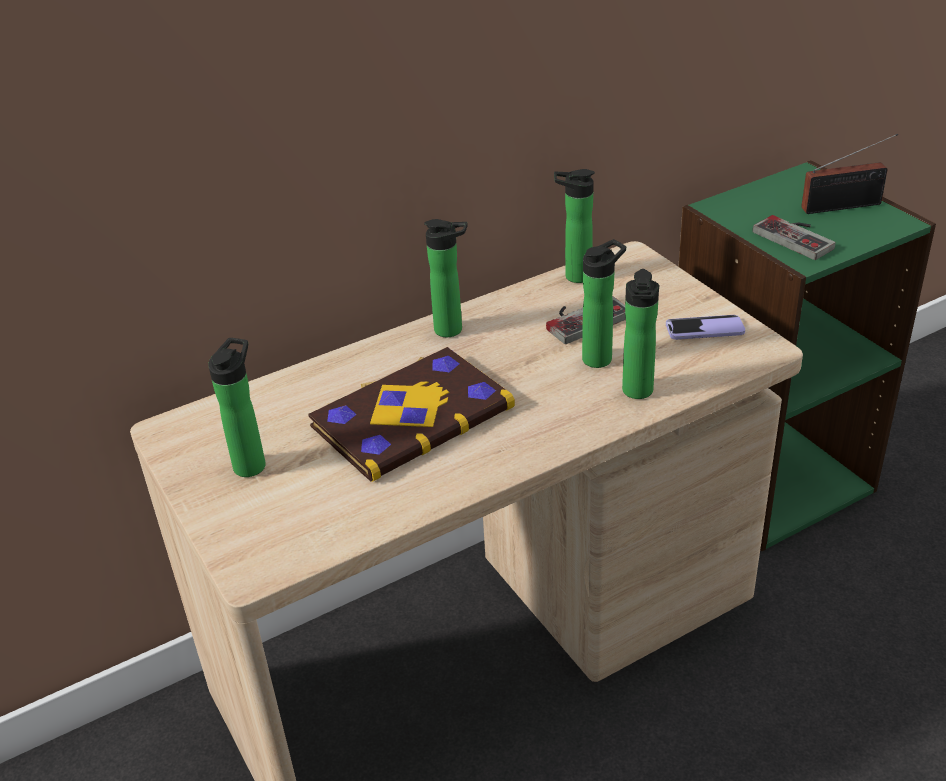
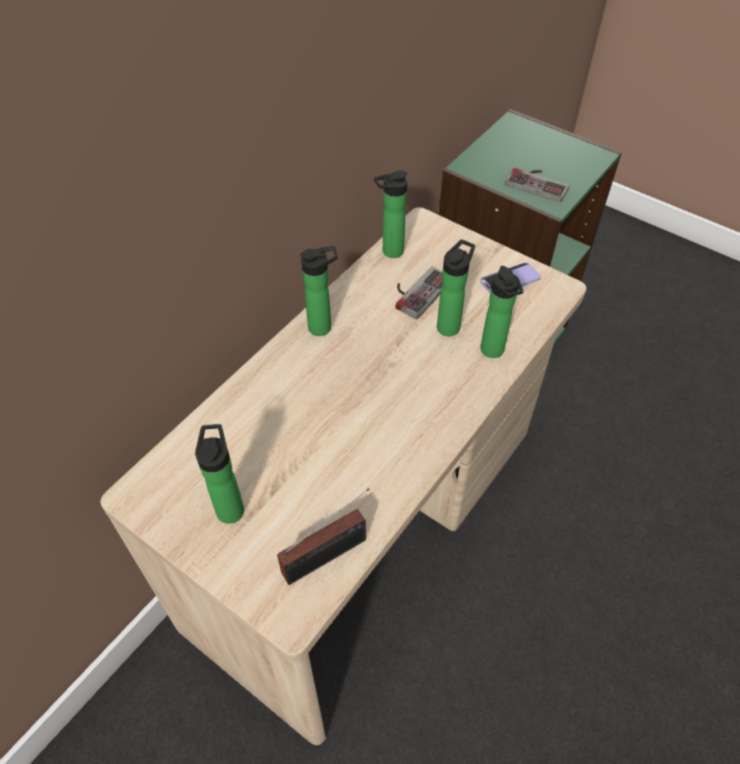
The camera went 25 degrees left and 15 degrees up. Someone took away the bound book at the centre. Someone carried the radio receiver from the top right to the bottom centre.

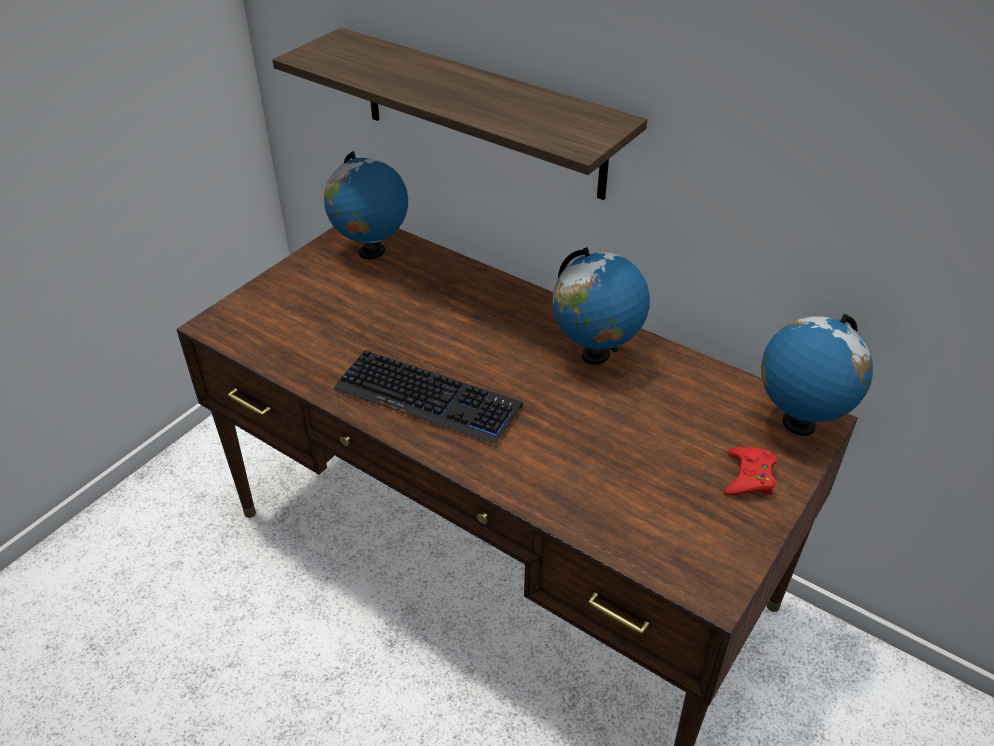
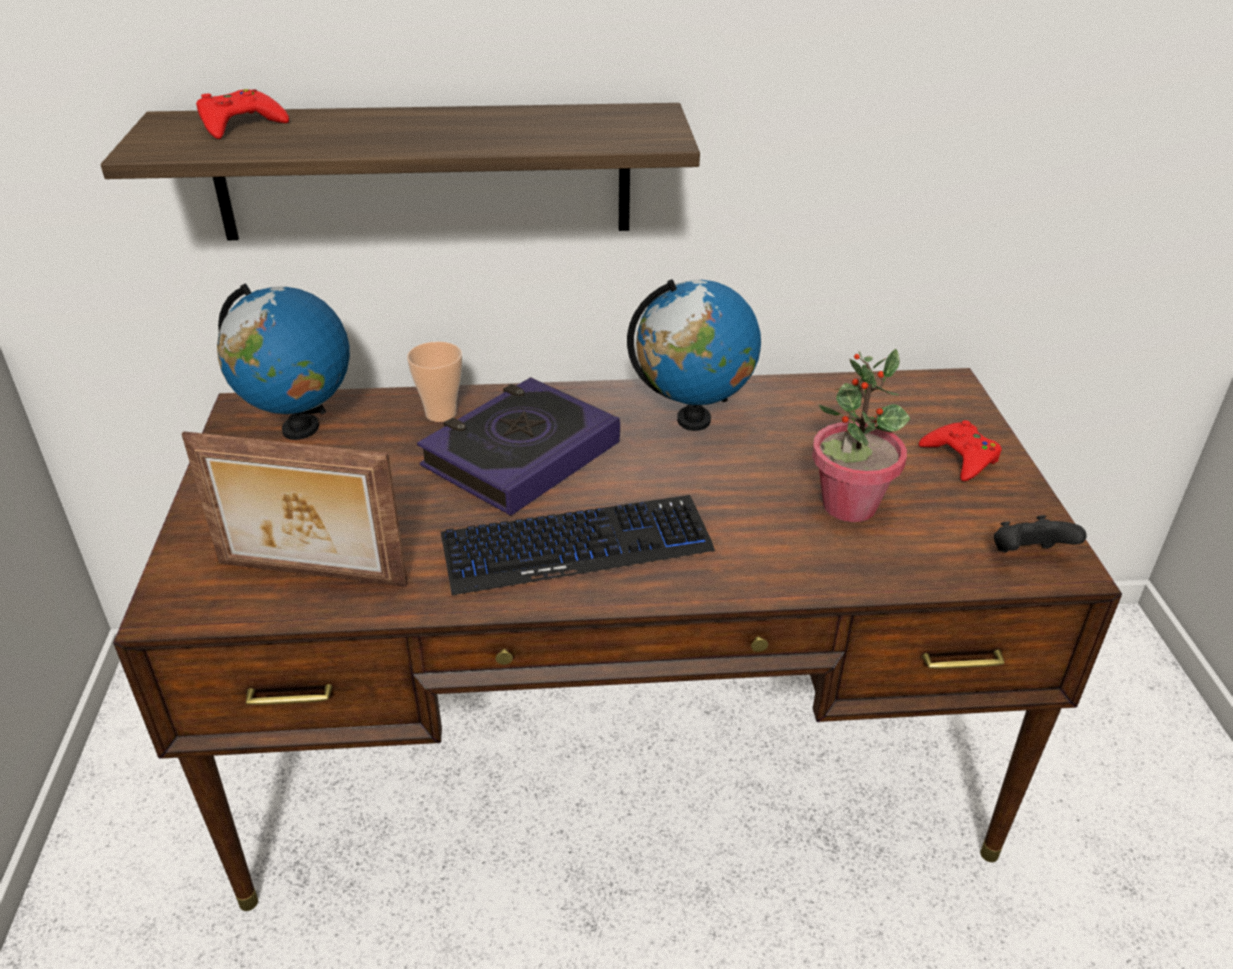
The camera went 40 degrees left and 5 degrees down. Someone took away the desk globe (3rd from left) at the middle right. Someone put down the standing frame at the middle left. Someone put down the red-coloured game controller (1st from left) at the top left. Someone put down the small cup at the centre. Someone put down the bound book at the centre. Someone put down the plant in a pot at the middle right. Someone put down the blackish game controller at the middle right.

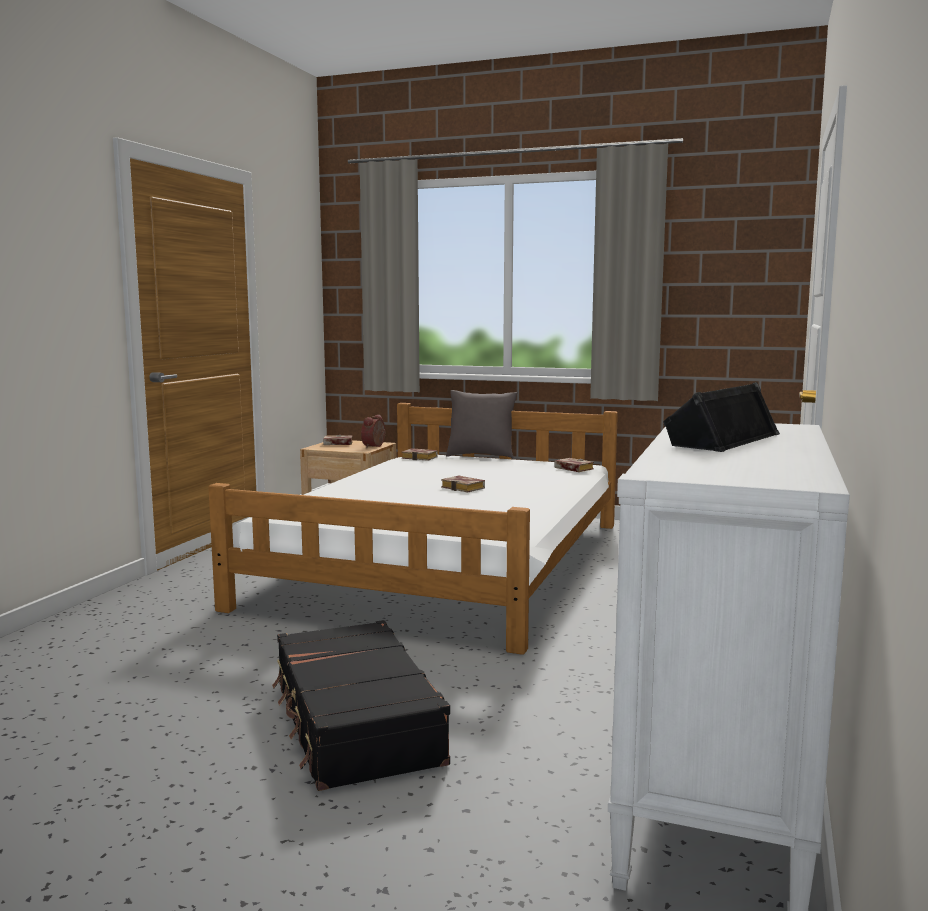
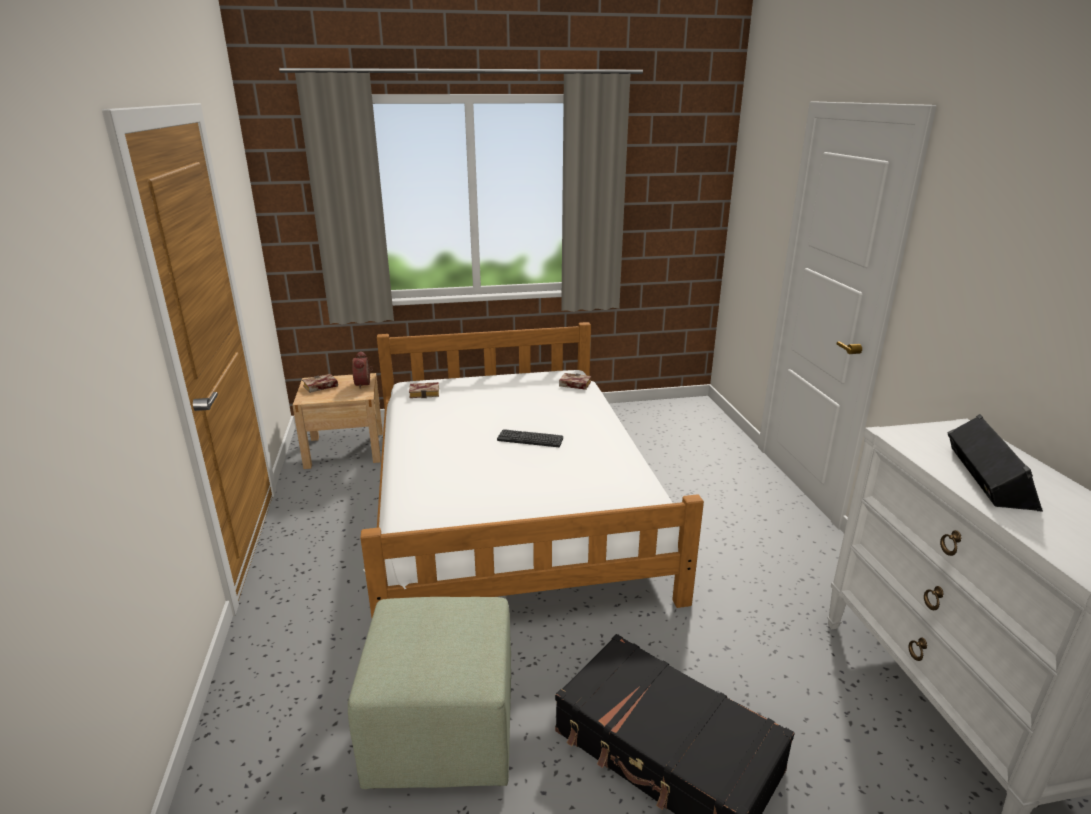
The camera went 30 degrees left and 15 degrees up. Someone took away the greyish pillow at the centre. Someone put down the green-coloured ottoman at the bottom centre. Someone swapped the bound book (3rd from left) at the centre for the PC keyboard at the centre.

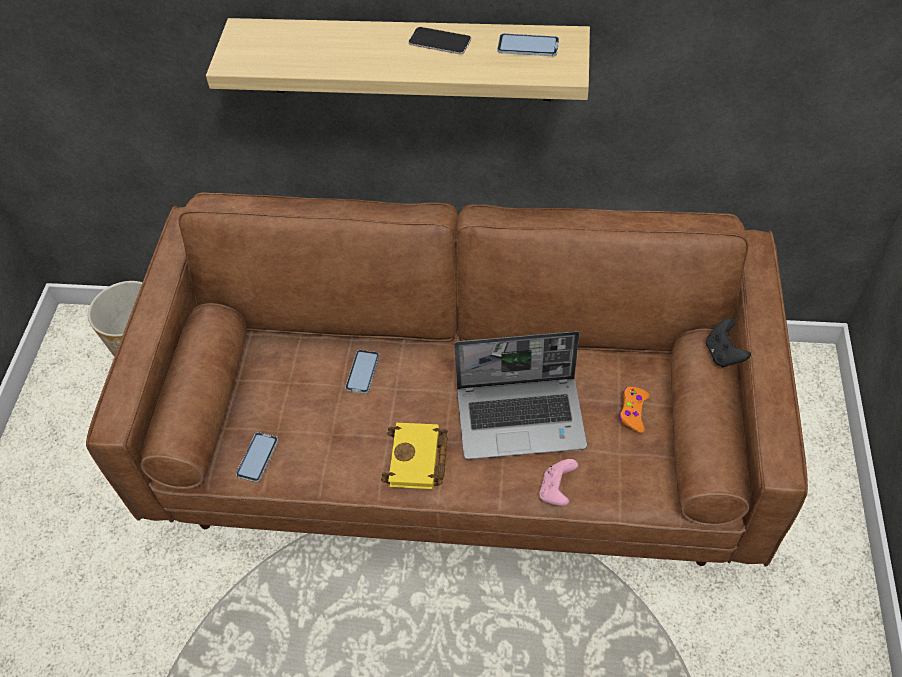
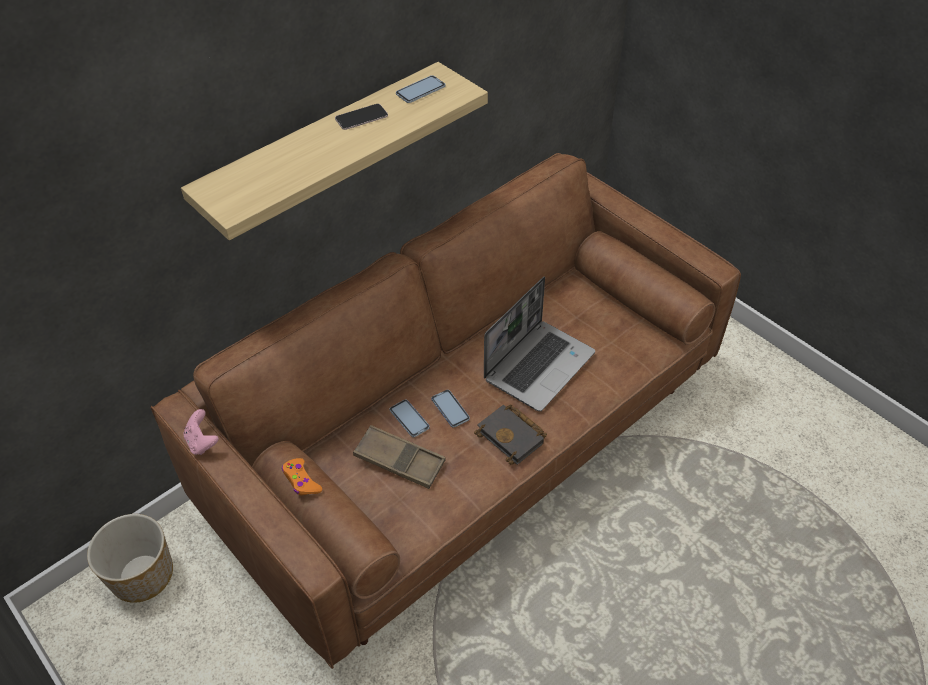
The camera went 50 degrees left and 5 degrees down. Someone took away the blackish game controller at the middle right. Someone put down the brownish tray at the bottom centre. Someone carried the handset (1st from left in the first image) from the bottom left to the centre. Someone carried the pink game controller from the bottom centre to the middle left. Someone carried the orange-coloured game controller from the middle right to the bottom left. Someone repainted the yellow-coloured bound book at the bottom centre, which became the blackish bound book at the centre.

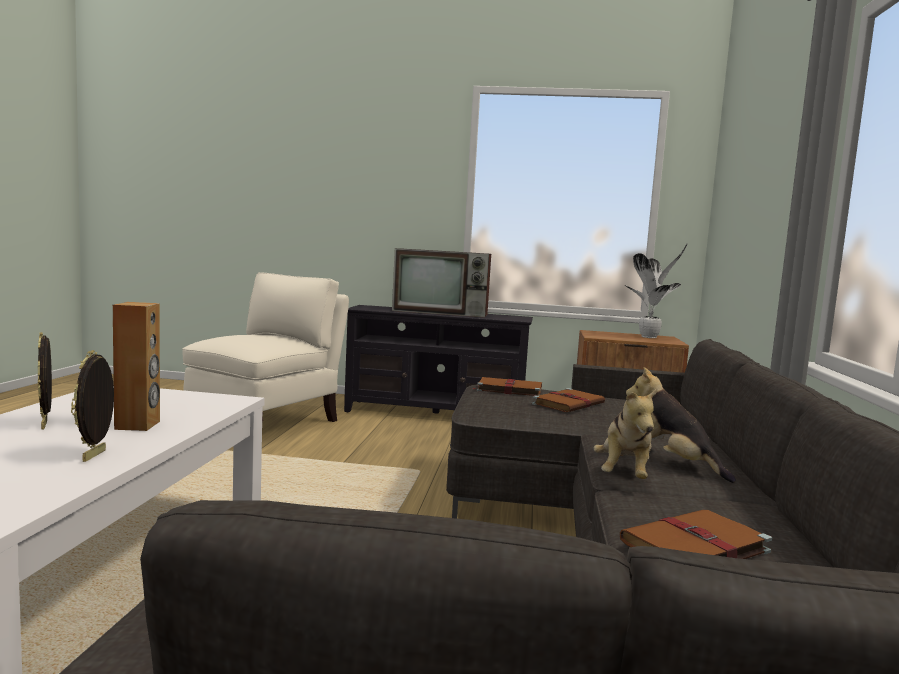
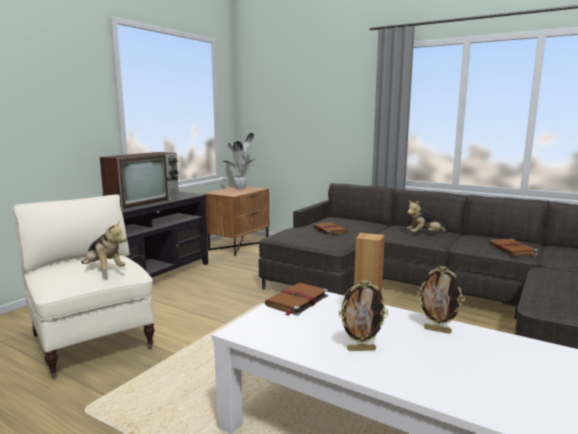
The camera went 65 degrees left and 5 degrees up. Someone carried the brownish bound book (1st from left) from the centre to the bottom centre. Someone carried the cuddly toy (1st from left) from the middle right to the middle left.

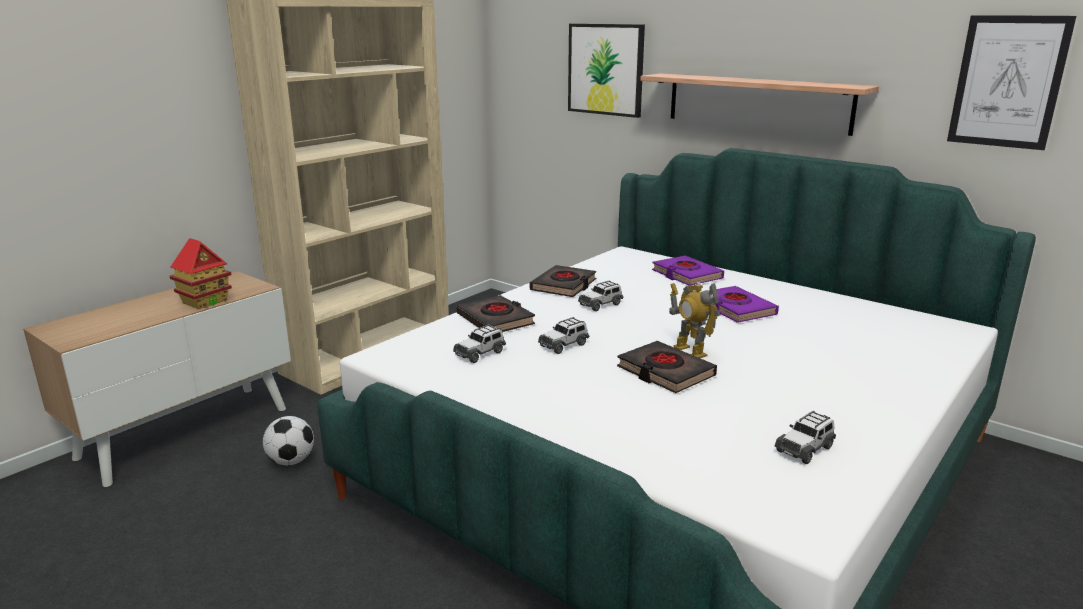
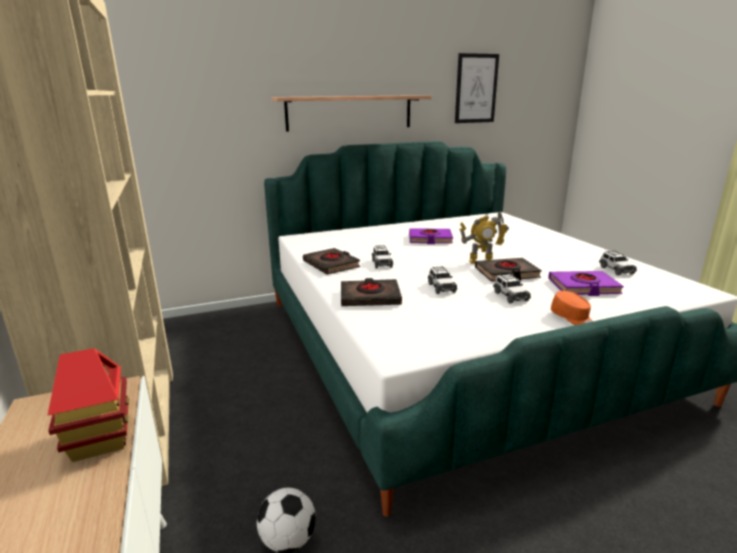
The camera went 60 degrees left and 0 degrees up. Someone took away the wall art (1st from left) at the top centre. Someone put down the orange-coloured peaked cap at the middle right. Someone carried the miniature car (1st from left in the first image) from the centre to the middle right. Someone carried the purple bound book (1st from left in the first image) from the centre to the middle right.

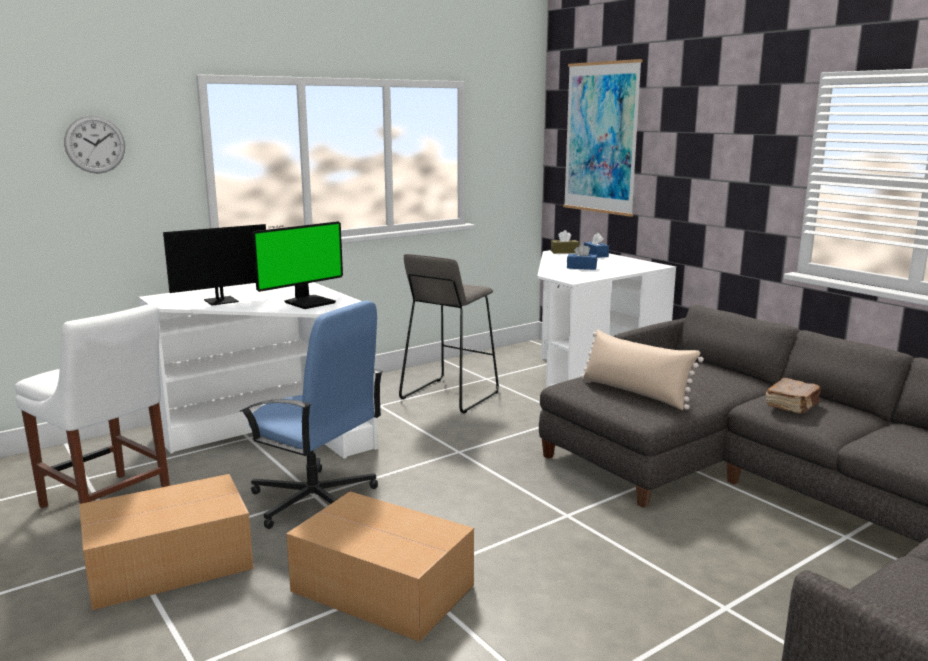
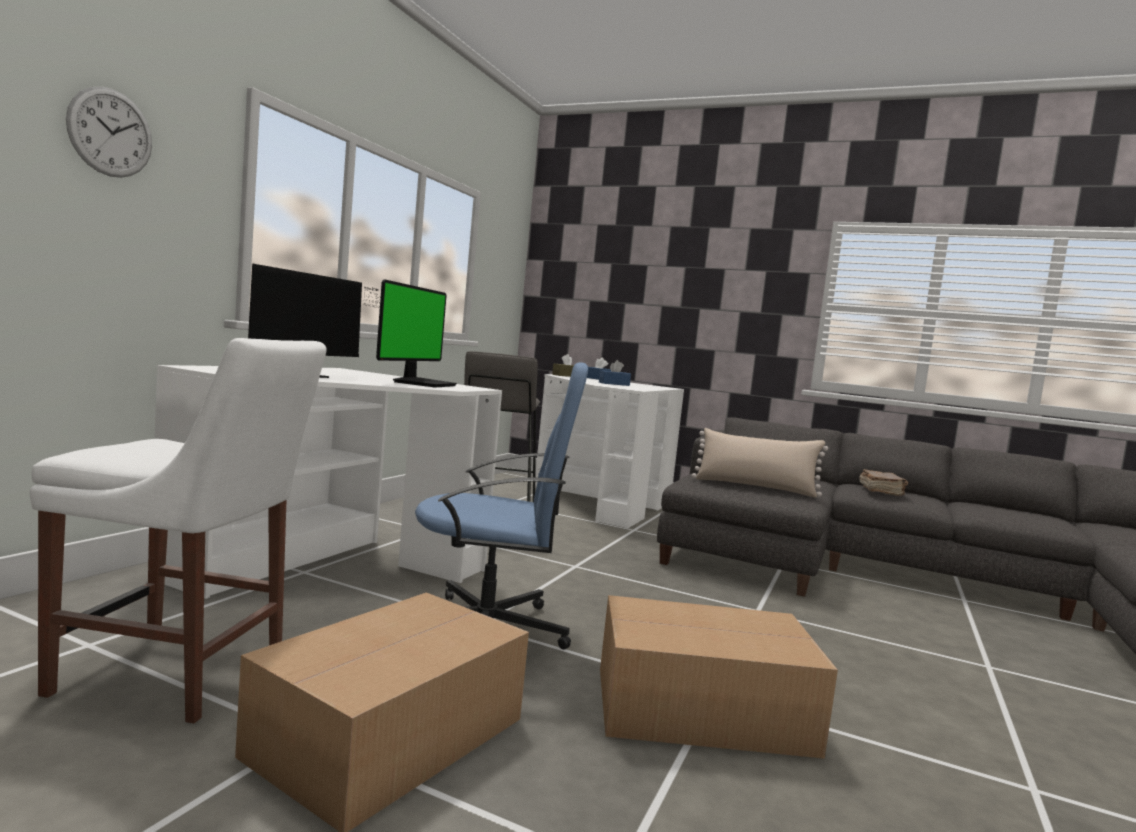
The camera went 30 degrees left and 10 degrees down. Someone took away the wall art at the top centre.

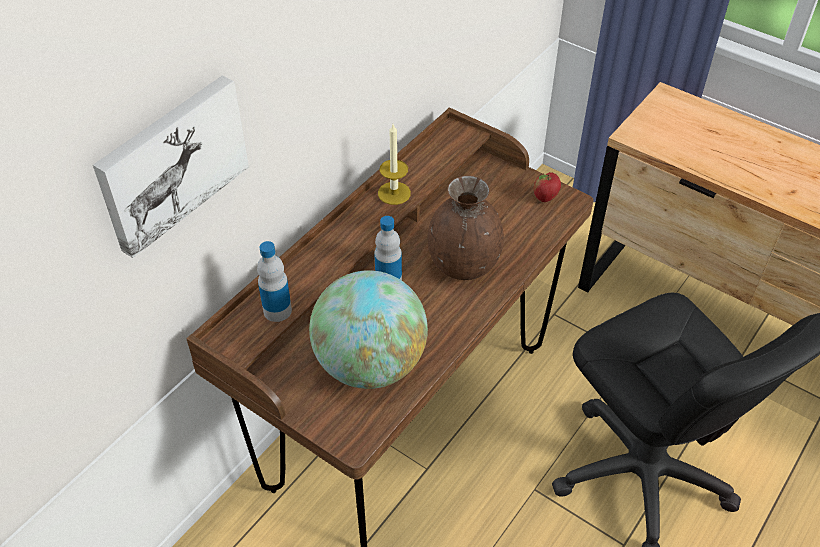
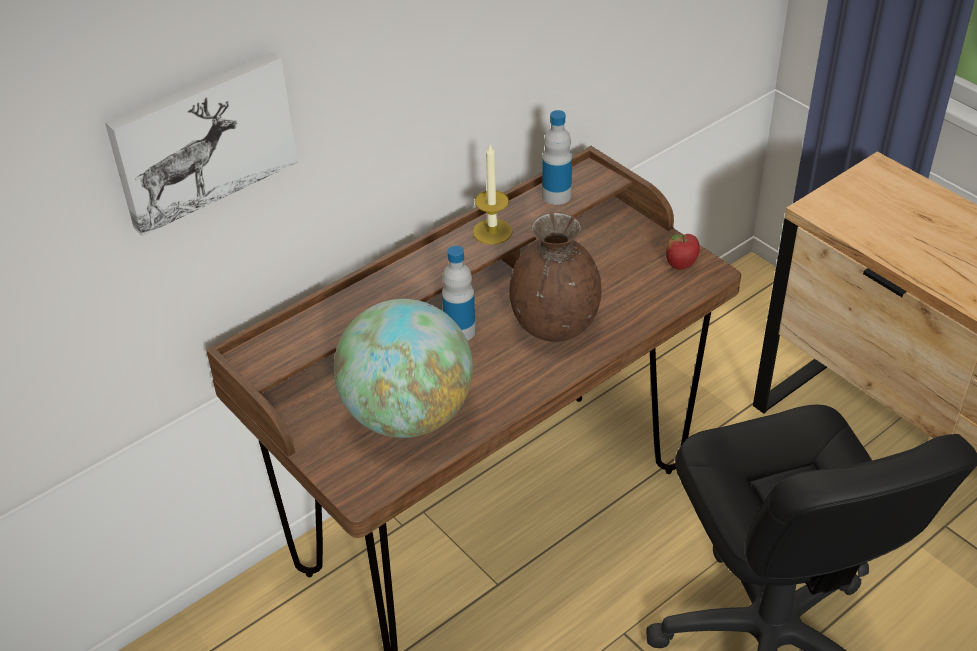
The camera went 15 degrees right and 5 degrees down. Someone carried the bottle (1st from left in the first image) from the centre to the top centre.

